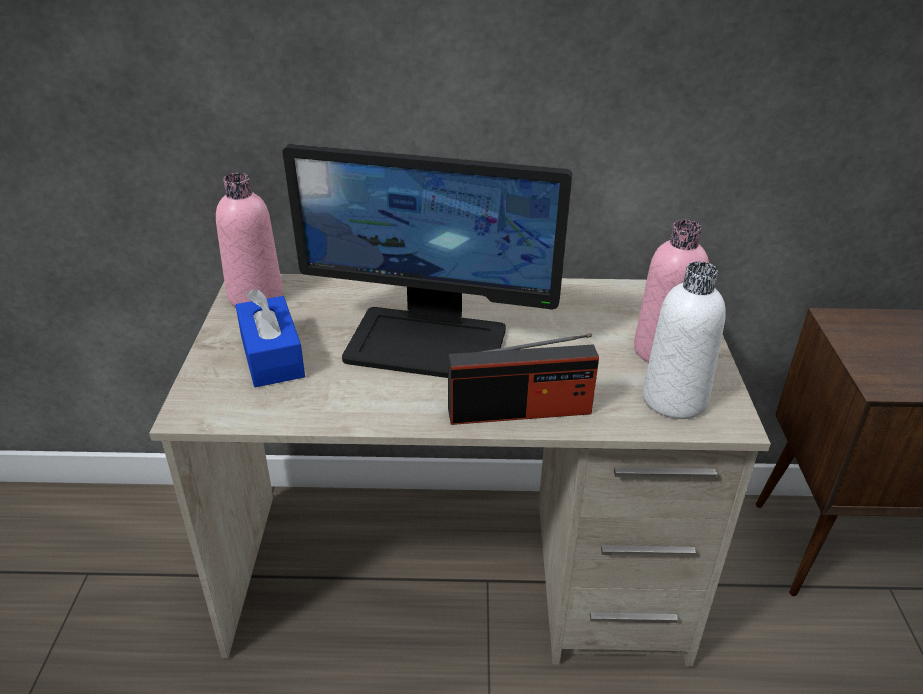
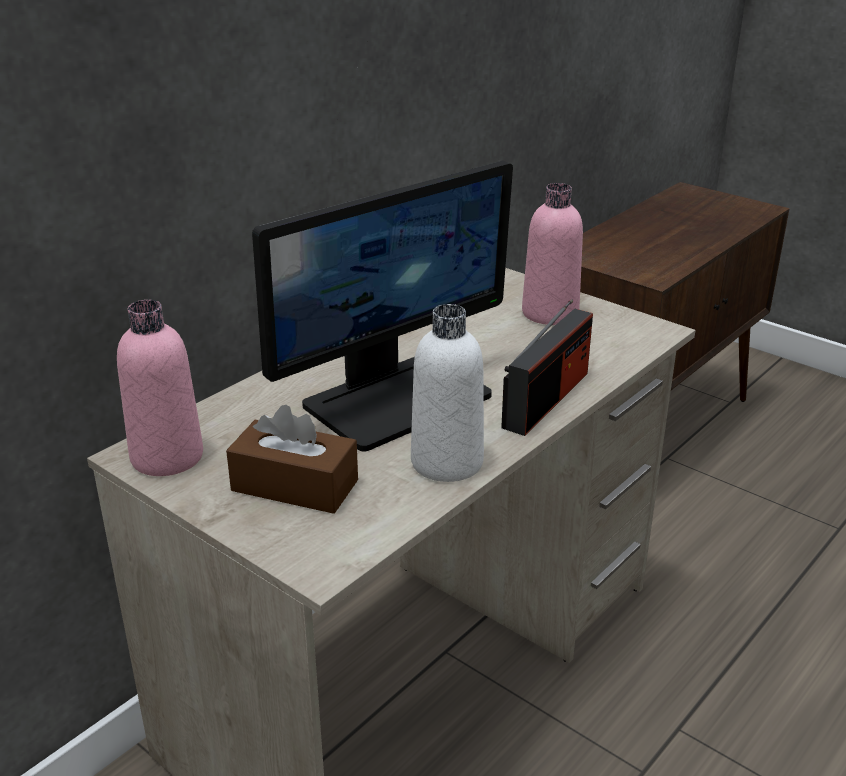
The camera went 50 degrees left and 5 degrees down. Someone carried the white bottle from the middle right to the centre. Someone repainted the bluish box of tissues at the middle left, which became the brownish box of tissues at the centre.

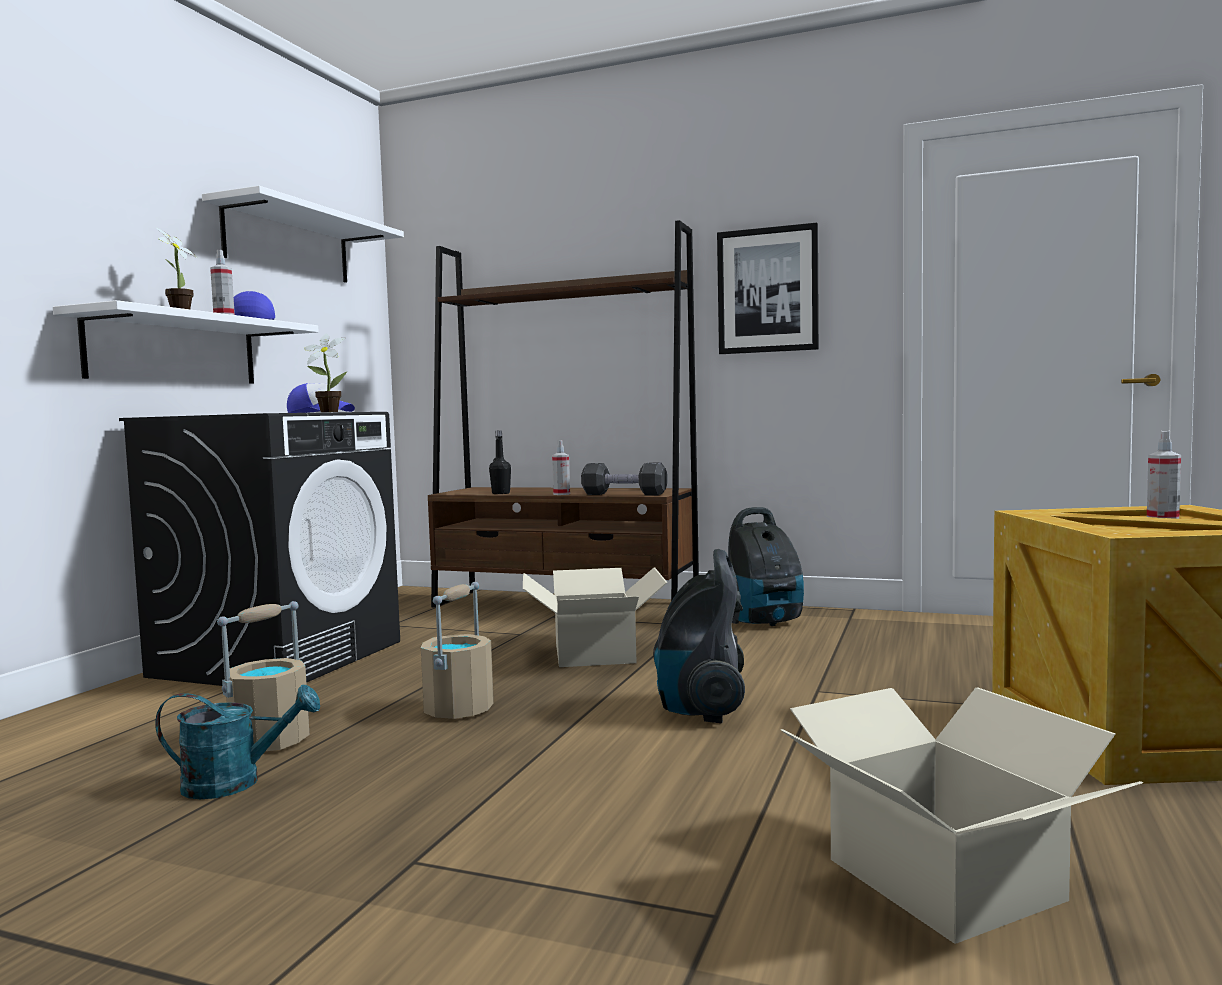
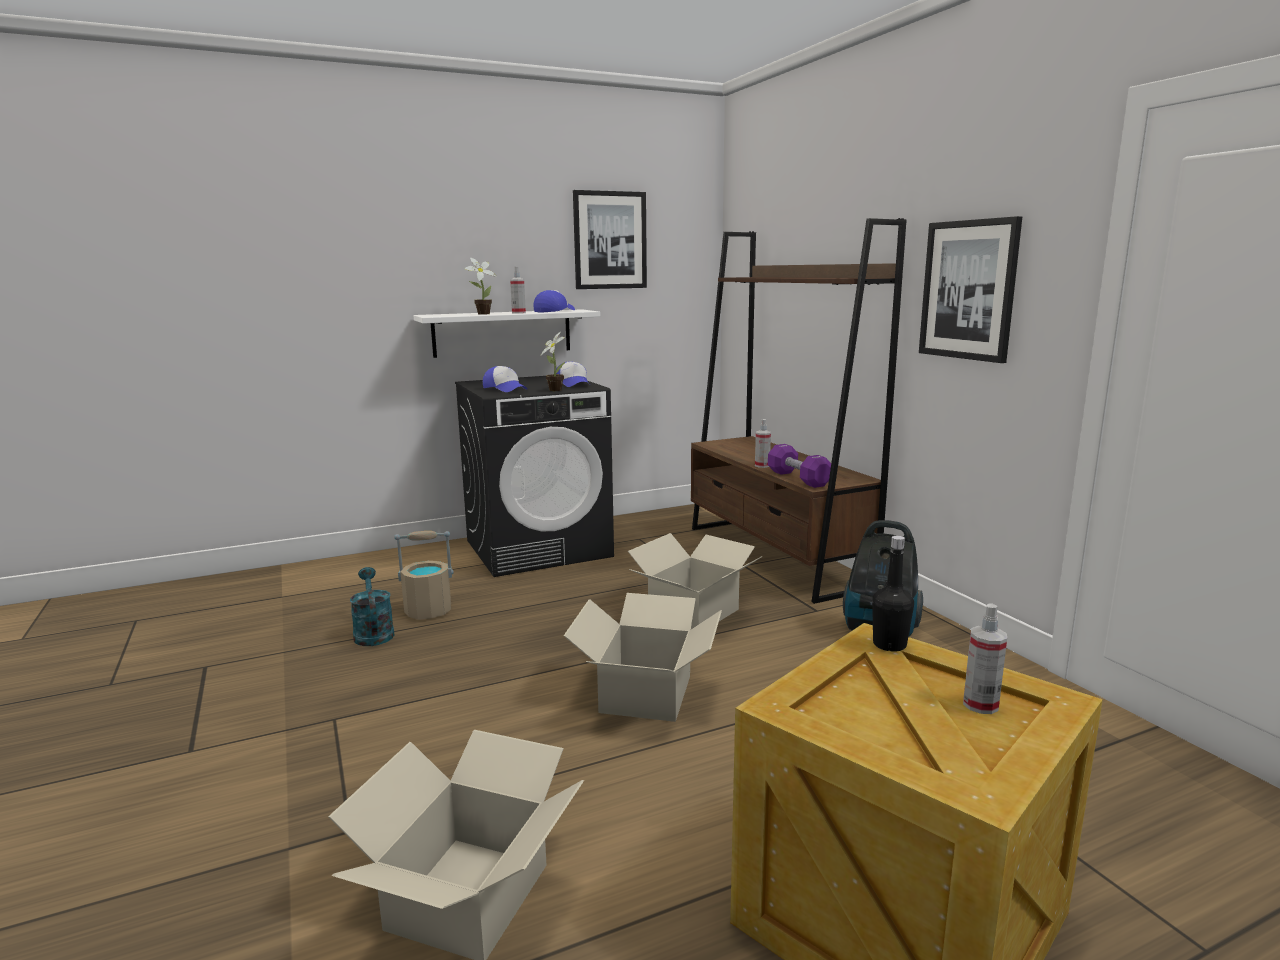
The camera went 45 degrees right and 10 degrees up. Someone took away the beige water bucket (2nd from left) at the centre. Someone put down the peaked cap (1st from left) at the centre. Someone carried the blackish bottle from the centre to the middle right. Someone swapped the white bracket shelf (2nd from left) at the top left for the wall art (1st from left) at the top centre. Someone swapped the vacuum (1st from left) at the centre for the carton (2nd from left) at the bottom centre. Someone repainted the blackish hand weight at the centre, which became the purple hand weight at the centre. Someone rotated the turquoise-coloured sprinkling can at the bottom left by 150 degrees counterclockwise.

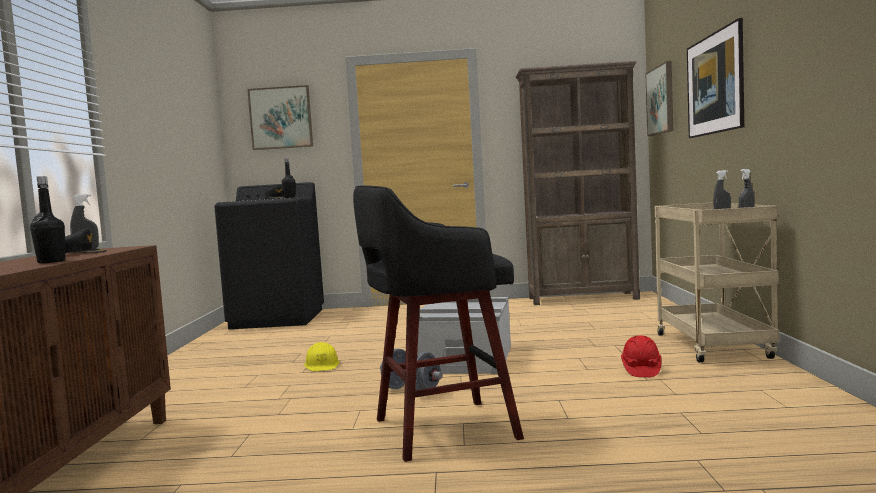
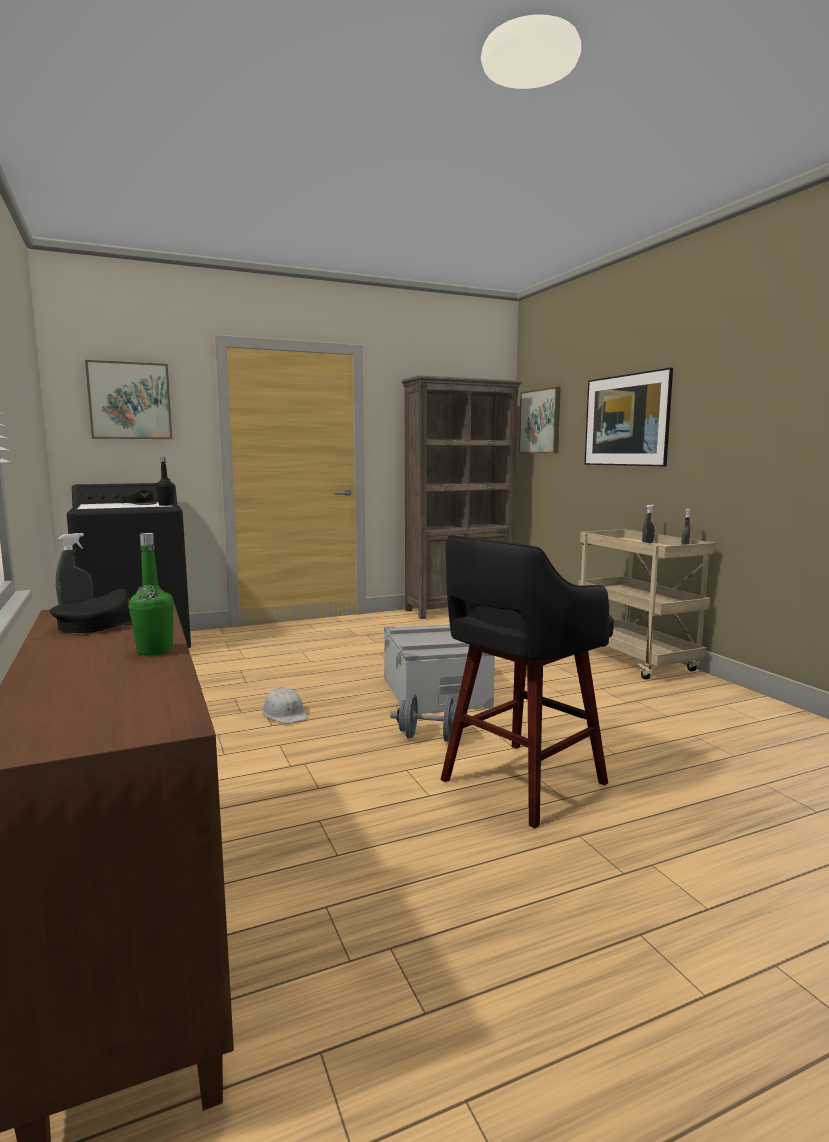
The camera went 25 degrees left and 5 degrees up. Someone took away the red-coloured safety helmet at the bottom right. Someone repainted the blackish bottle (1st from left) at the middle left, which became the green-coloured bottle at the middle left. Someone repainted the yellow-coloured safety helmet at the bottom centre, which became the white safety helmet at the centre.

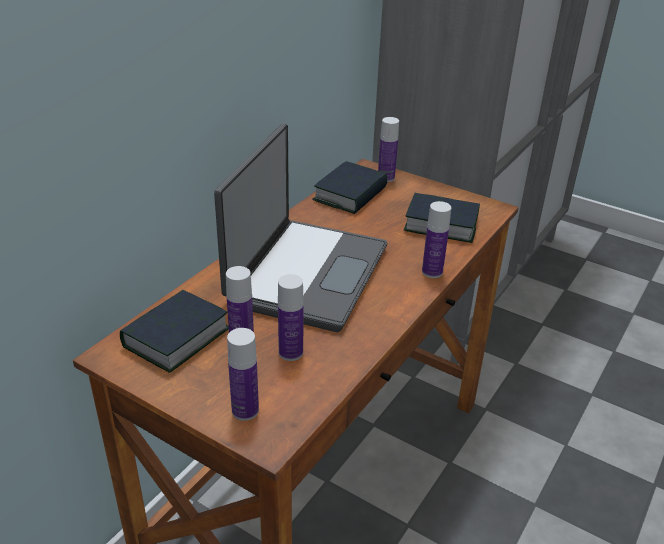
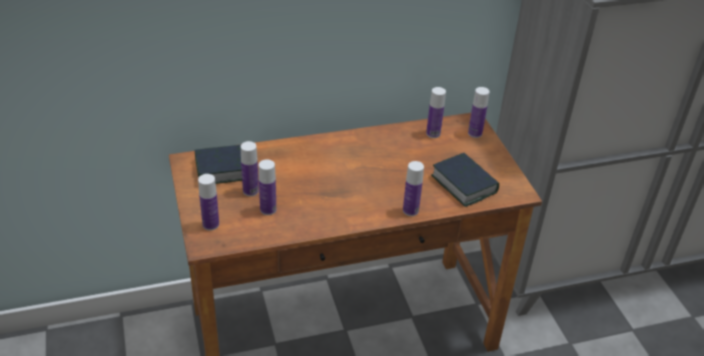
The camera went 40 degrees right and 5 degrees up. Someone took away the portable computer at the centre. Someone swapped the bound book (2nd from left) at the centre for the bottle (5th from left) at the top centre.

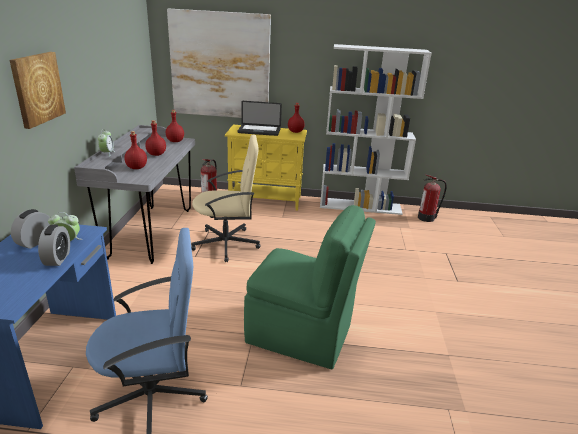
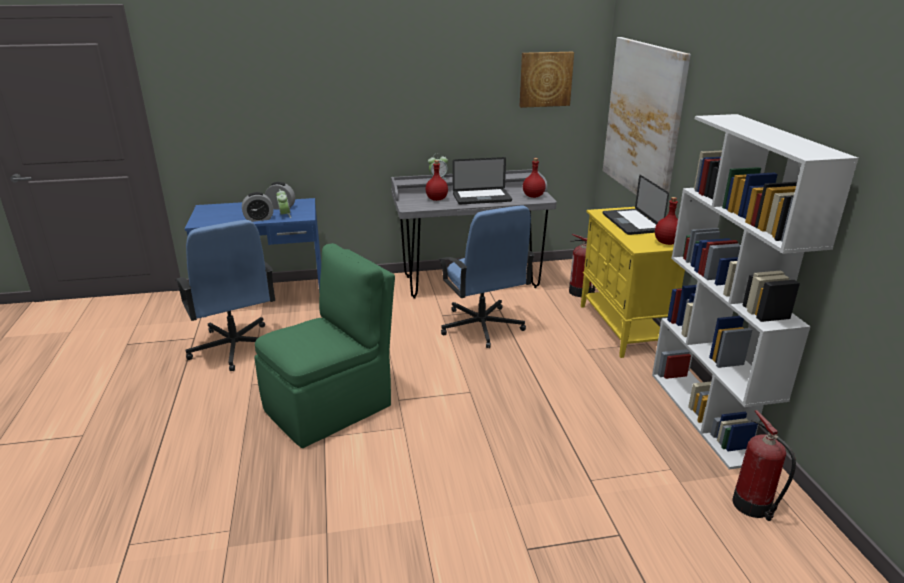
The camera went 75 degrees right and 0 degrees up. Someone carried the wall art (1st from left) from the top left to the top centre. Someone swapped the red-coloured bottle (2nd from left) at the top left for the portable computer (1st from left) at the top centre. Someone repainted the beige office chair at the centre, which became the bluish office chair (2nd from left) at the centre. Someone rotated the green-coloured upright chair at the centre by 135 degrees counterclockwise.

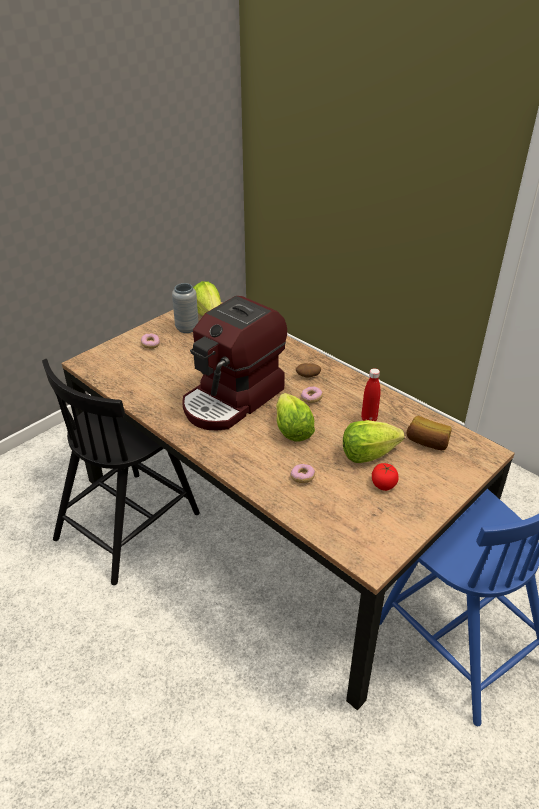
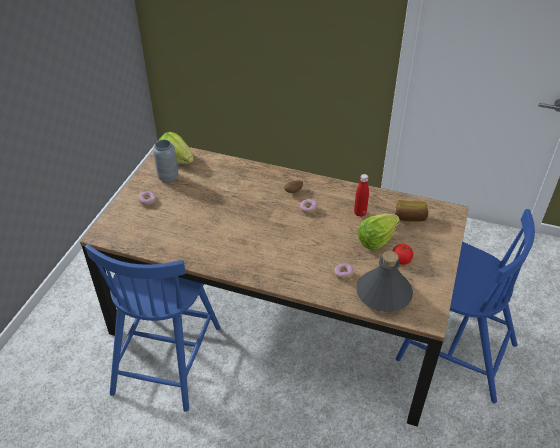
The camera went 25 degrees left and 5 degrees up. Someone took away the coffee maker at the centre. Someone took away the head of lettuce (2nd from left) at the centre. Someone put down the greyish bottle at the middle right. Someone repainted the blackish upright chair at the middle left, which became the bluish upright chair (1st from left) at the bottom left.

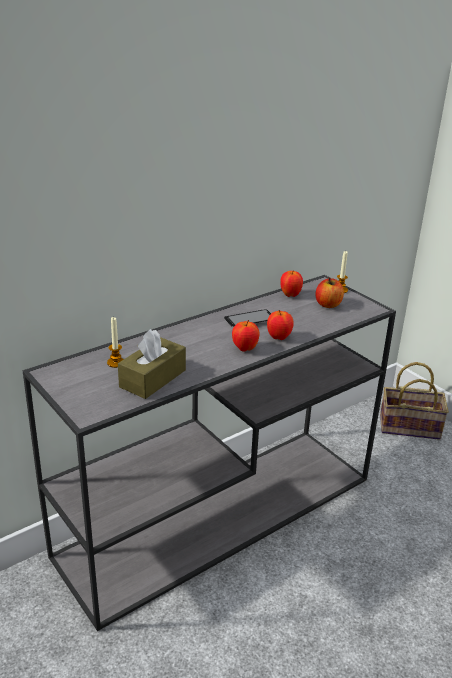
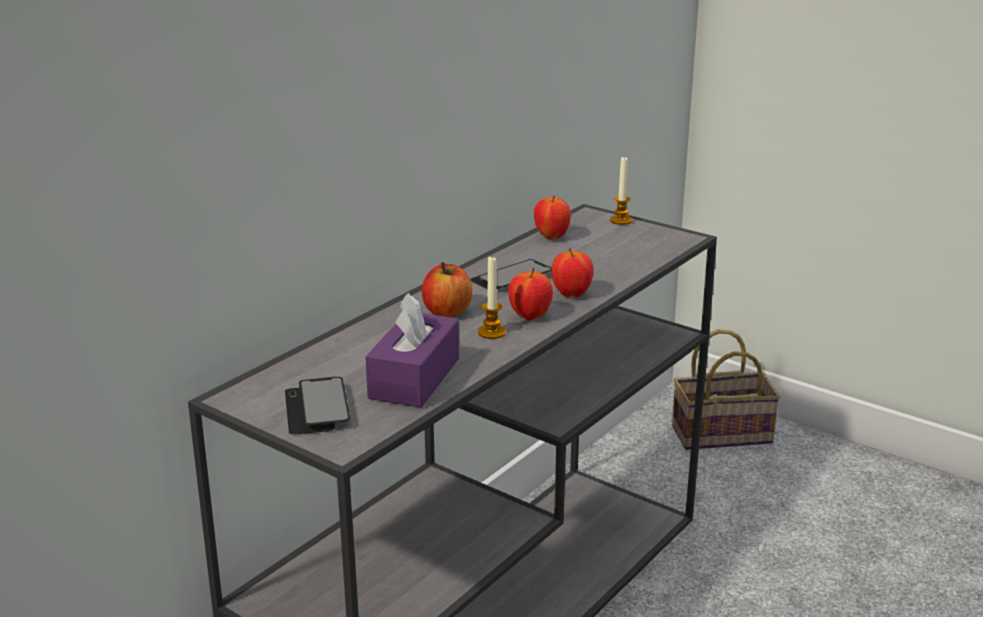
The camera went 15 degrees left and 5 degrees down. Someone put down the handset (1st from left) at the middle left. Someone carried the wax light (1st from left) from the middle left to the centre. Someone carried the apple (4th from left in the first image) from the middle right to the centre. Someone repainted the brownish box of tissues at the centre, which became the purple box of tissues at the centre.

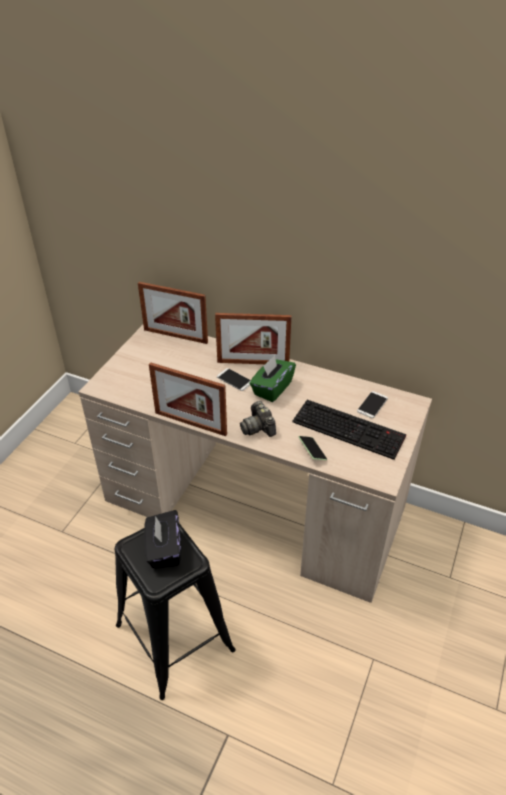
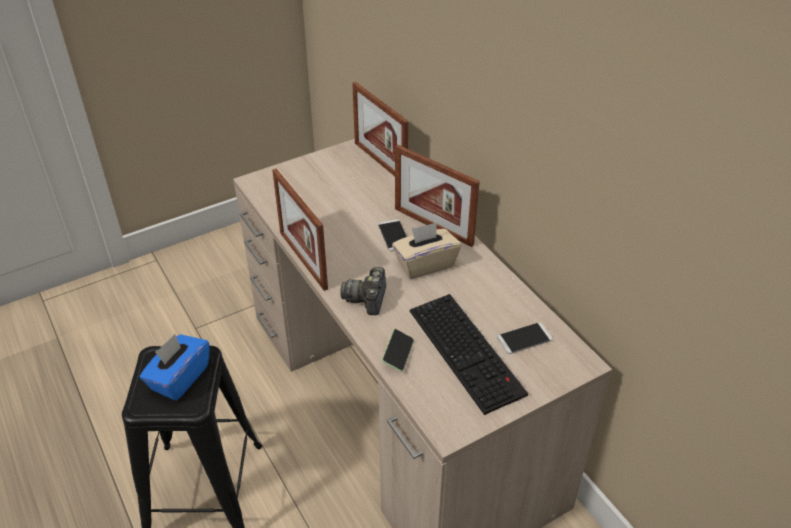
The camera went 35 degrees right and 0 degrees up. Someone repainted the blackish box of tissues at the bottom left, which became the bluish box of tissues at the bottom left. Someone repainted the green-coloured box of tissues at the centre, which became the beige box of tissues at the centre.

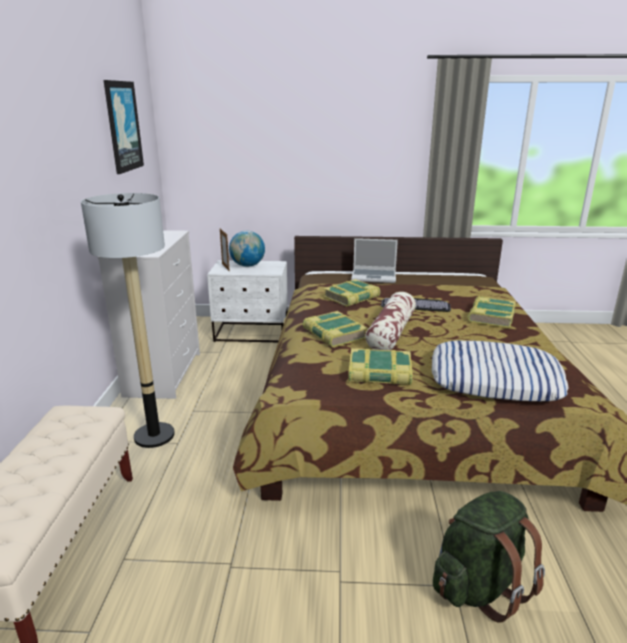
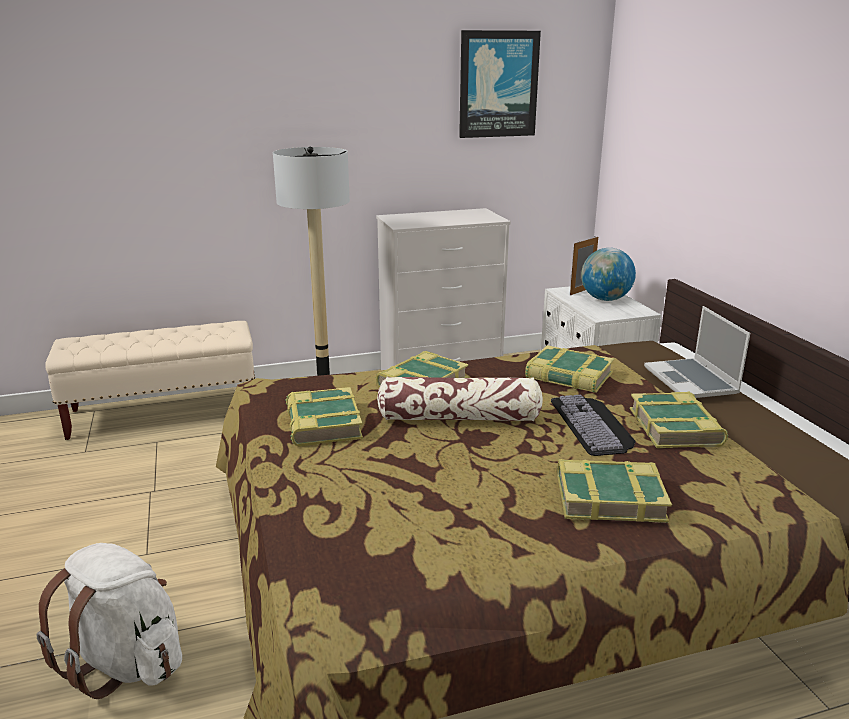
The camera went 70 degrees right and 0 degrees up. Someone took away the pillow (2nd from left) at the middle right. Someone put down the bound book (5th from left) at the middle right. Someone repainted the green-coloured rucksack at the bottom right, which became the white rucksack at the bottom left.

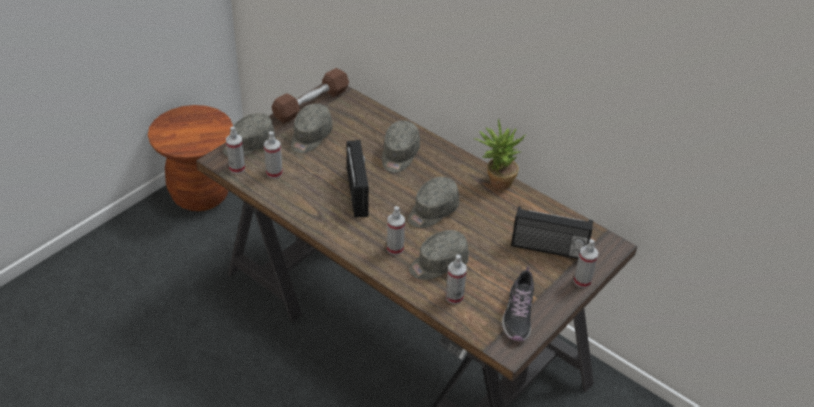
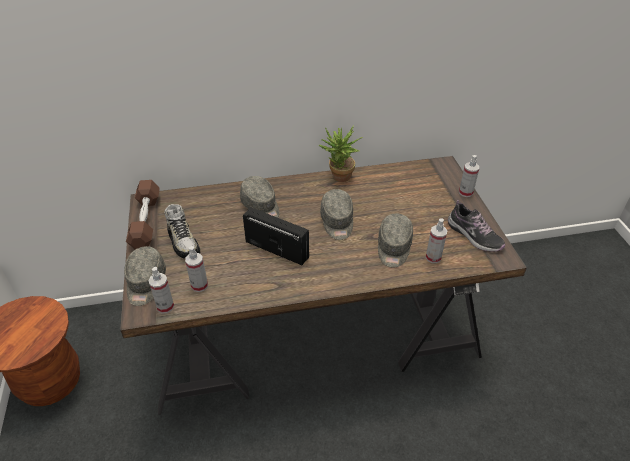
The camera went 50 degrees left and 0 degrees up. Someone took away the hand sprayer (3rd from left) at the centre. Someone took away the radio receiver (2nd from left) at the middle right. Someone swapped the greyish peaked cap (2nd from left) at the top centre for the shoe (1st from left) at the middle left.

